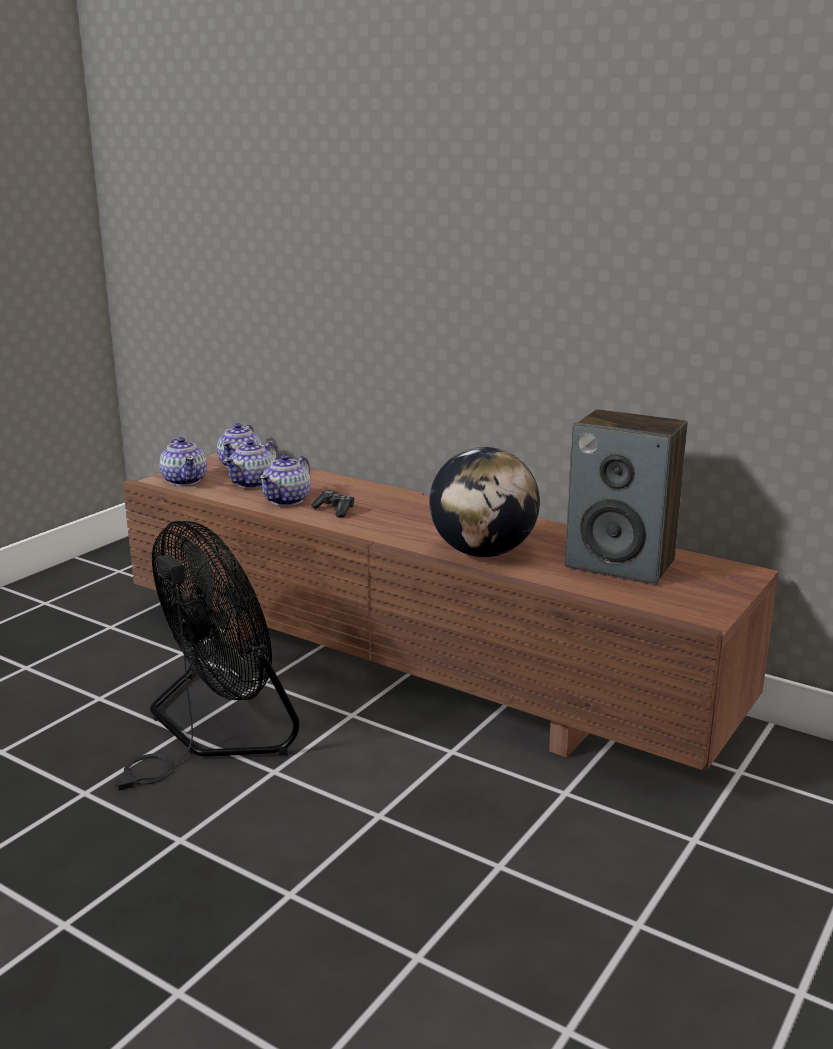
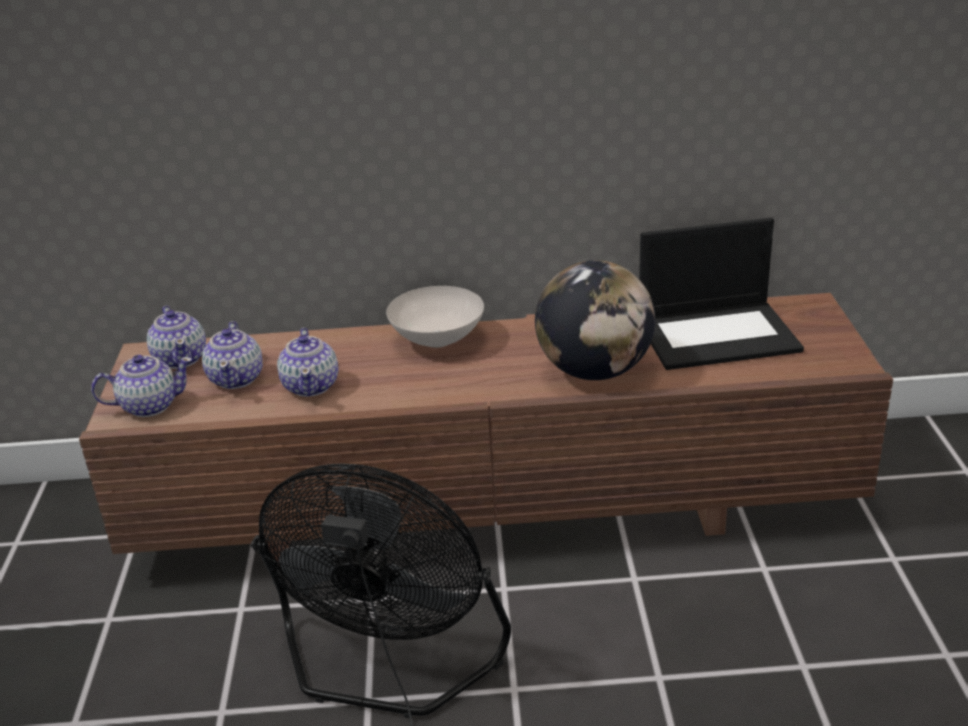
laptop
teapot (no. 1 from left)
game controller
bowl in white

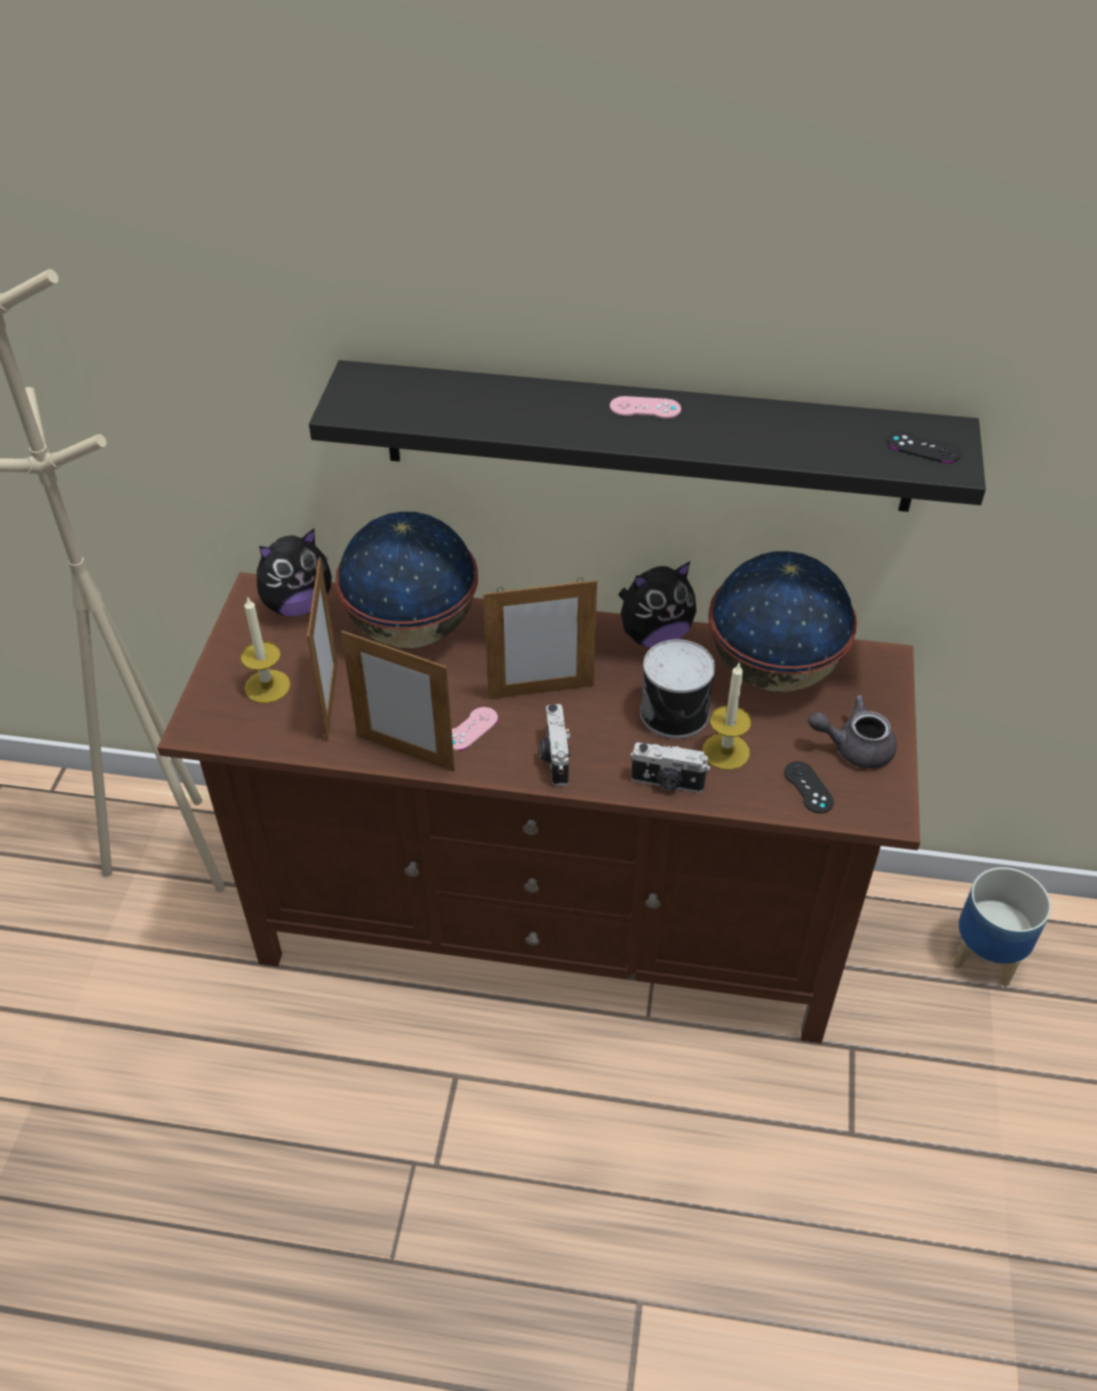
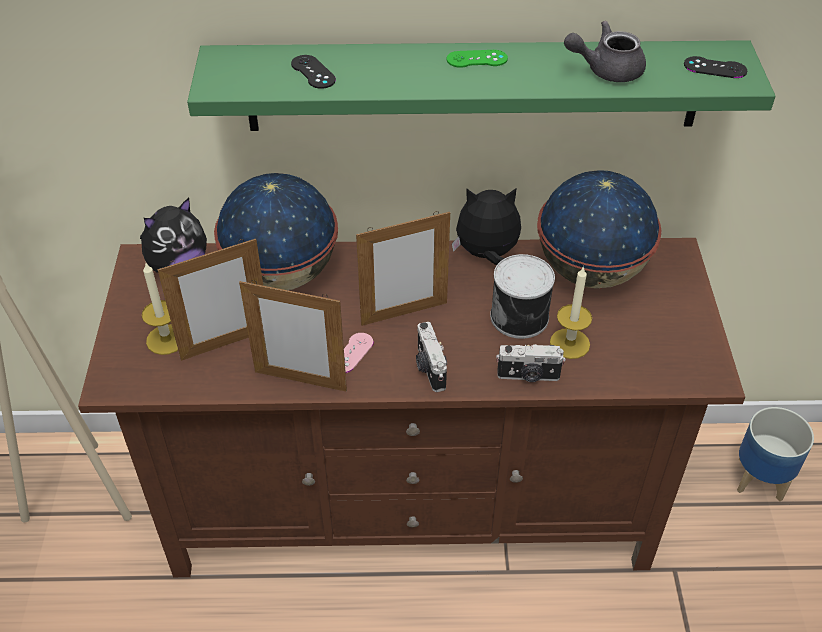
shelf in green
game controller in green
picture frame (no. 1 from left)
plush toy (no. 2 from left)
teapot in grey
game controller in black (no. 1 from left)

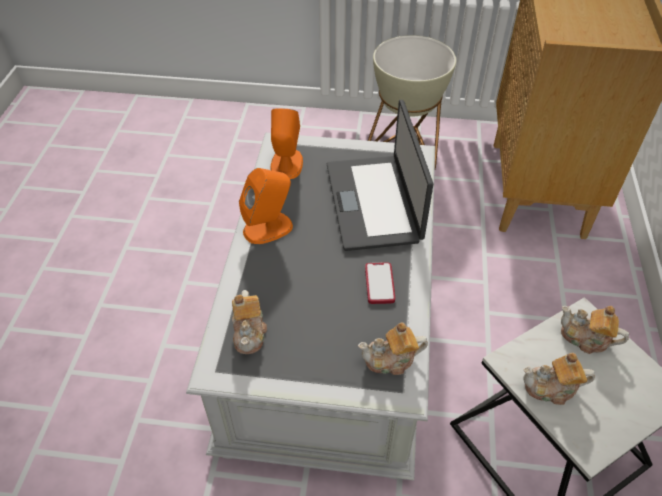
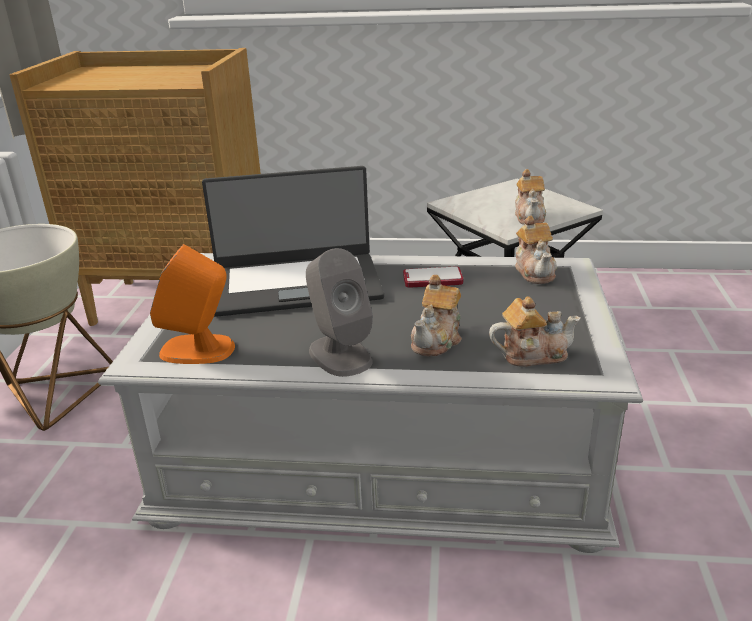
speaker in grey
teapot (no. 1 from left)

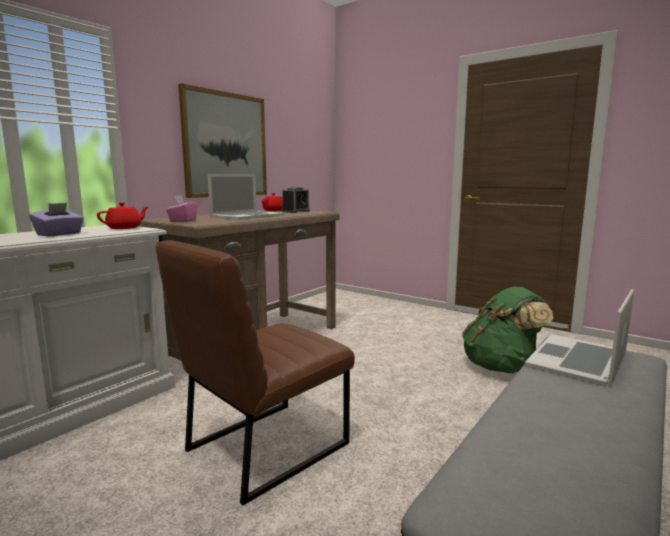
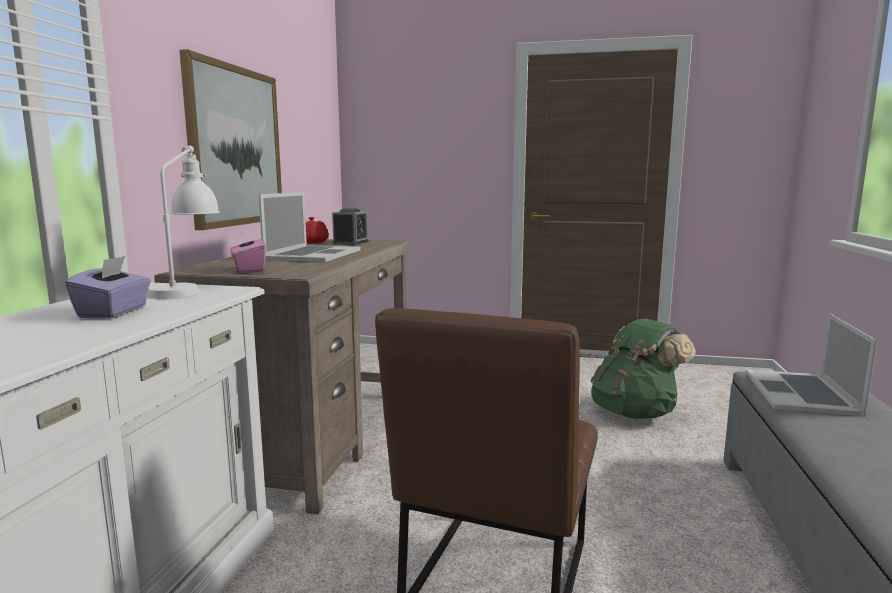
table lamp in white

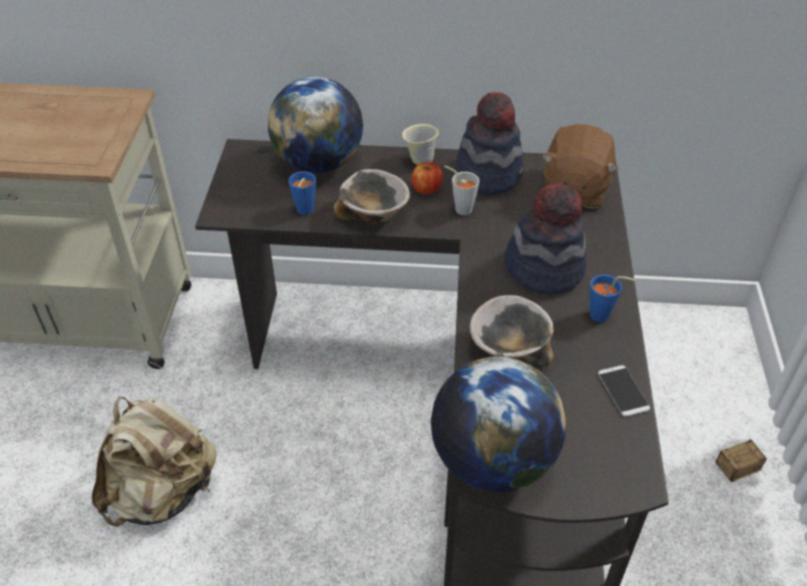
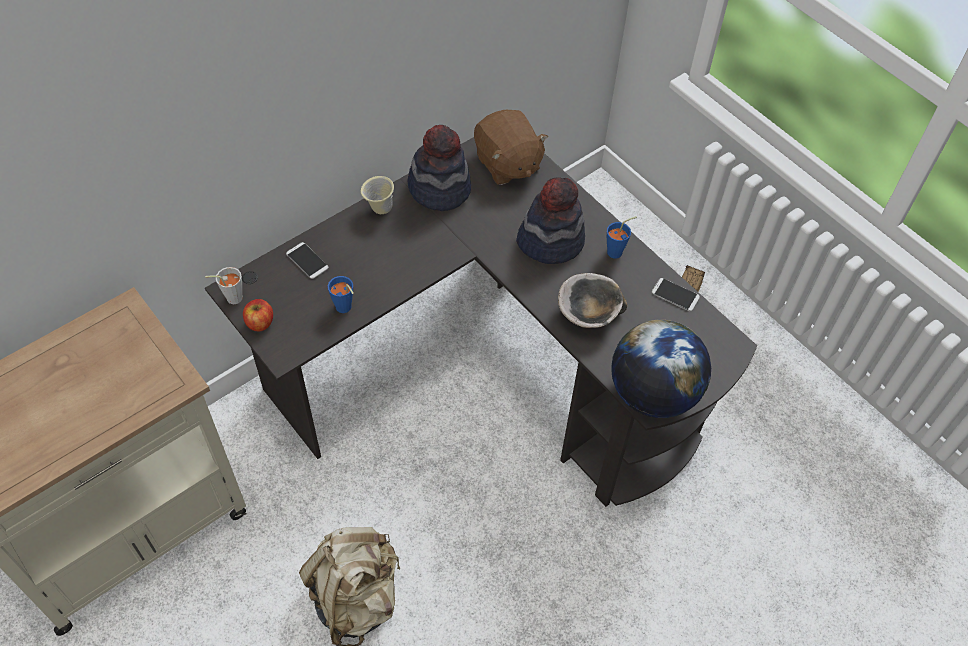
phone (no. 1 from left)
apple
cup in grey
bowl (no. 1 from left in the first image)

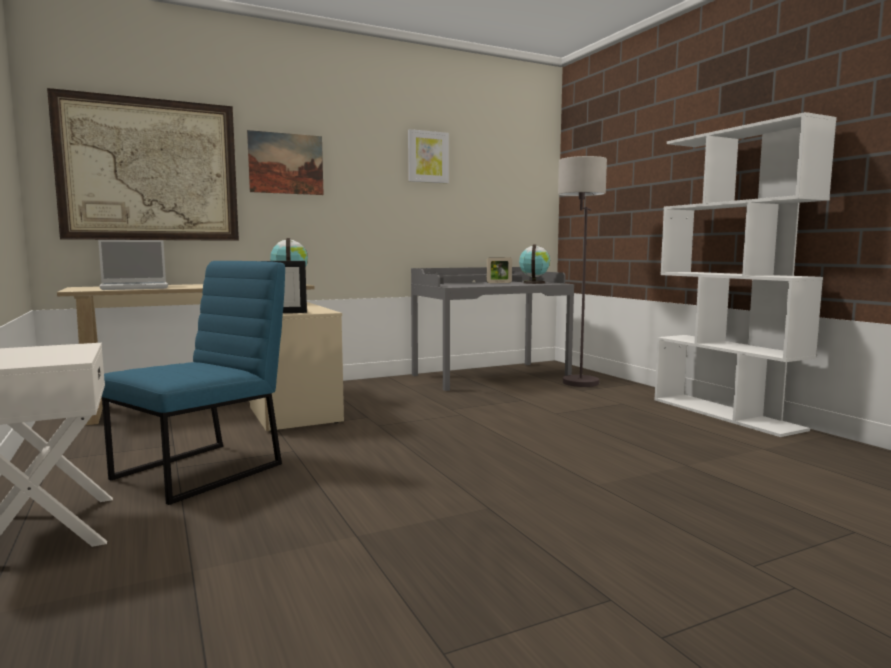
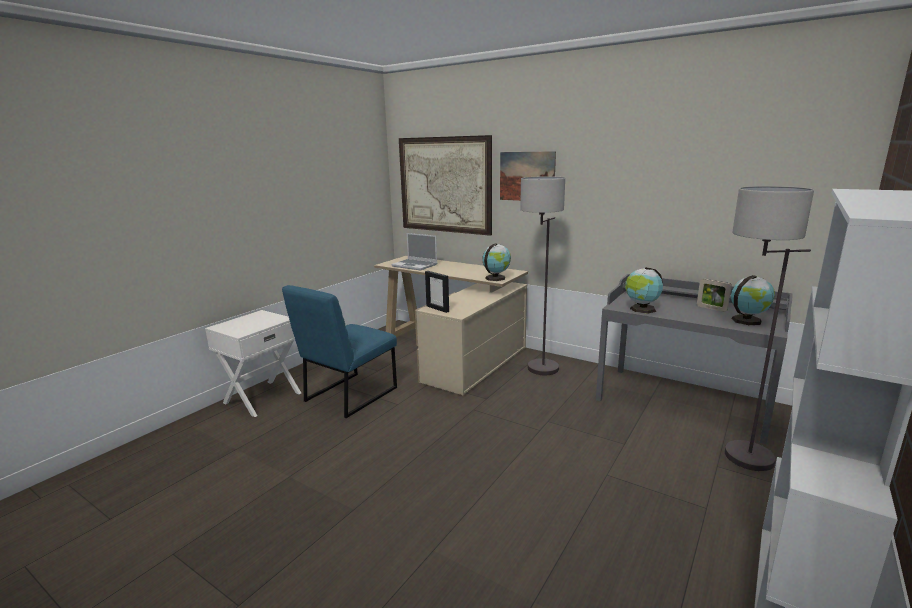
picture (no. 3 from left in the first image)
chair in blue
floor lamp in grey (no. 1 from left)
globe (no. 2 from left)

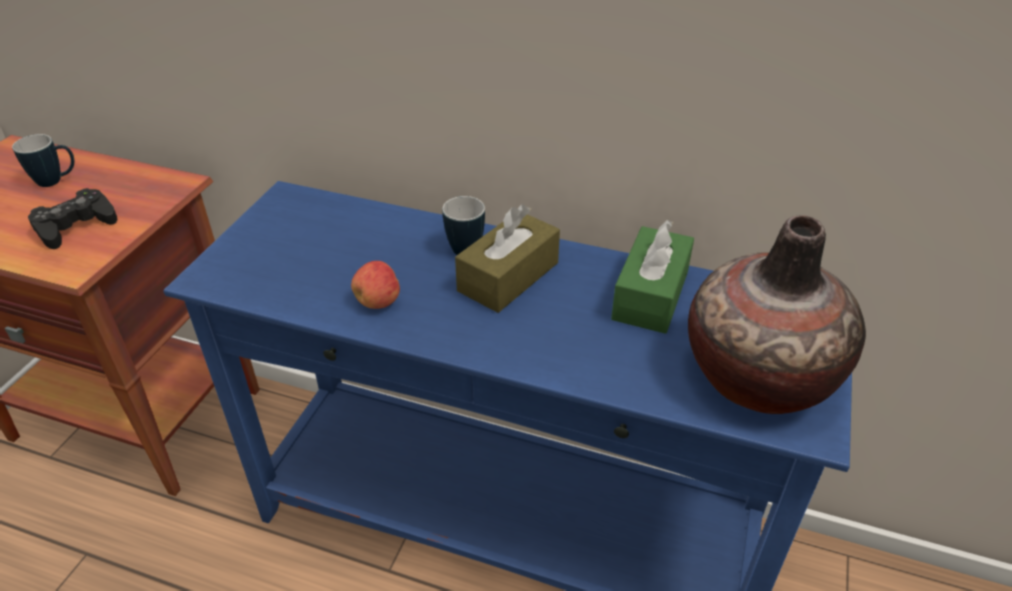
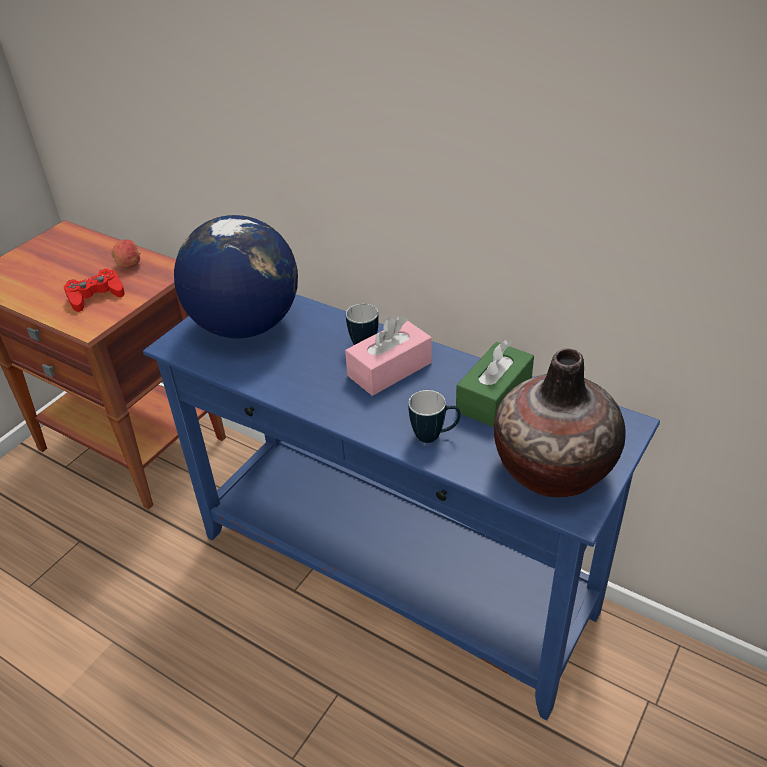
mug (no. 2 from left)
game controller in red
tissue box in pink
apple
globe

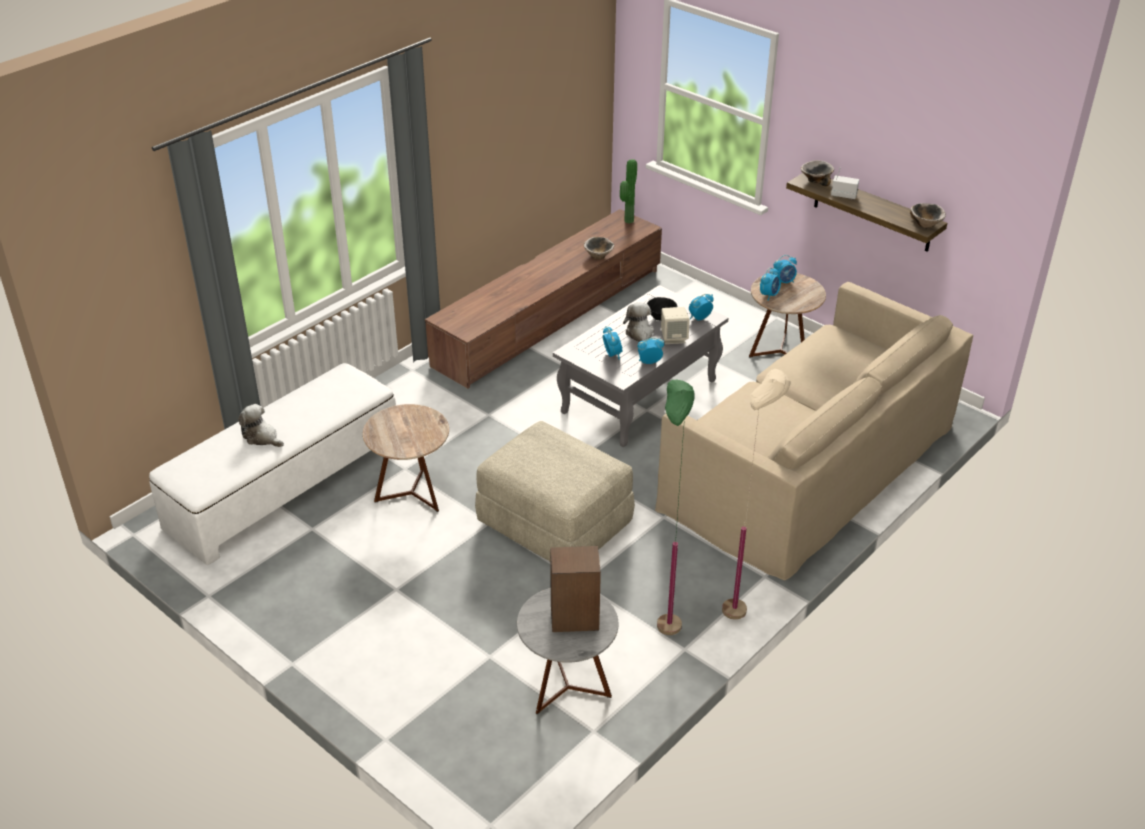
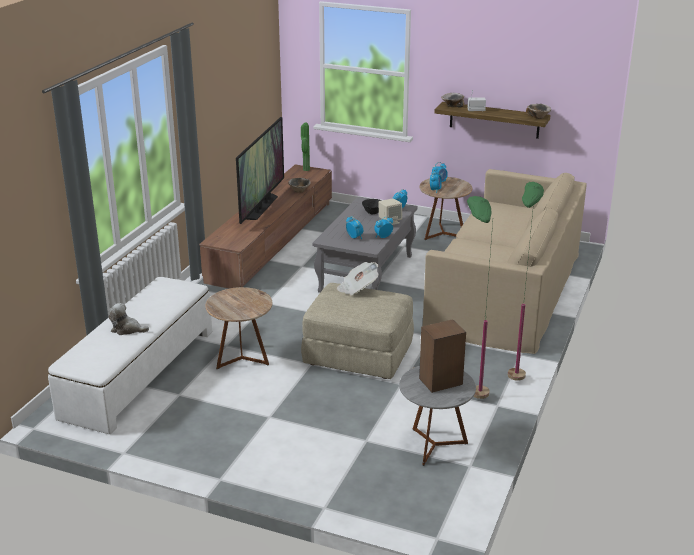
plush toy (no. 2 from left in the first image)
floor lamp in green (no. 2 from left)
television
newspaper

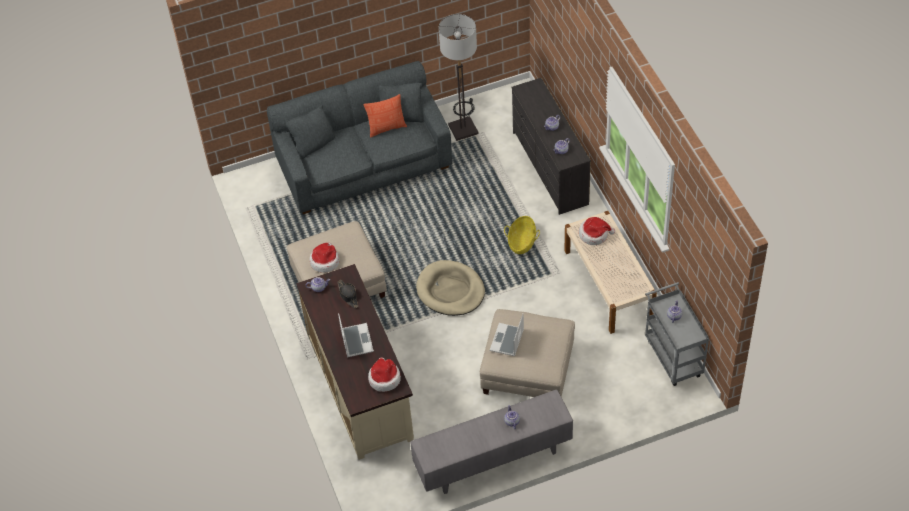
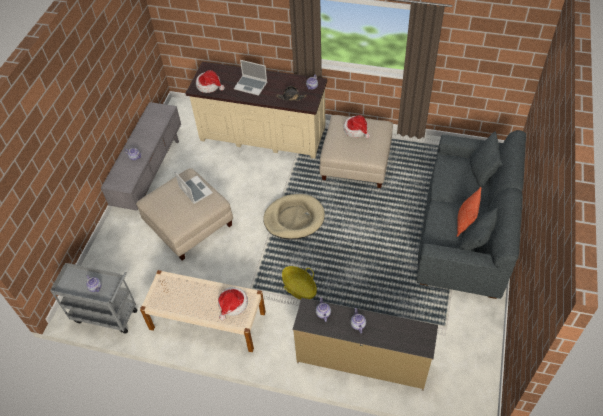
floor lamp

